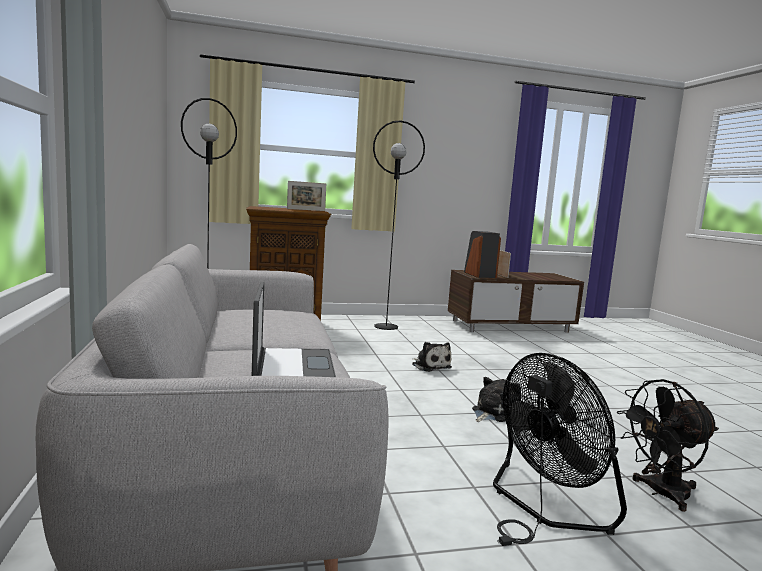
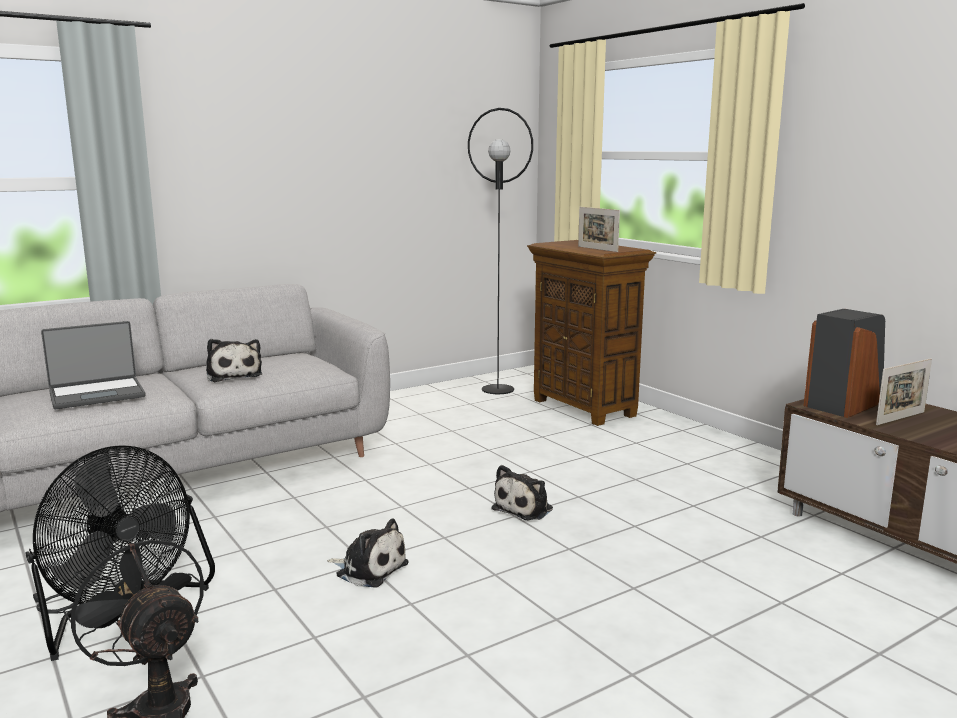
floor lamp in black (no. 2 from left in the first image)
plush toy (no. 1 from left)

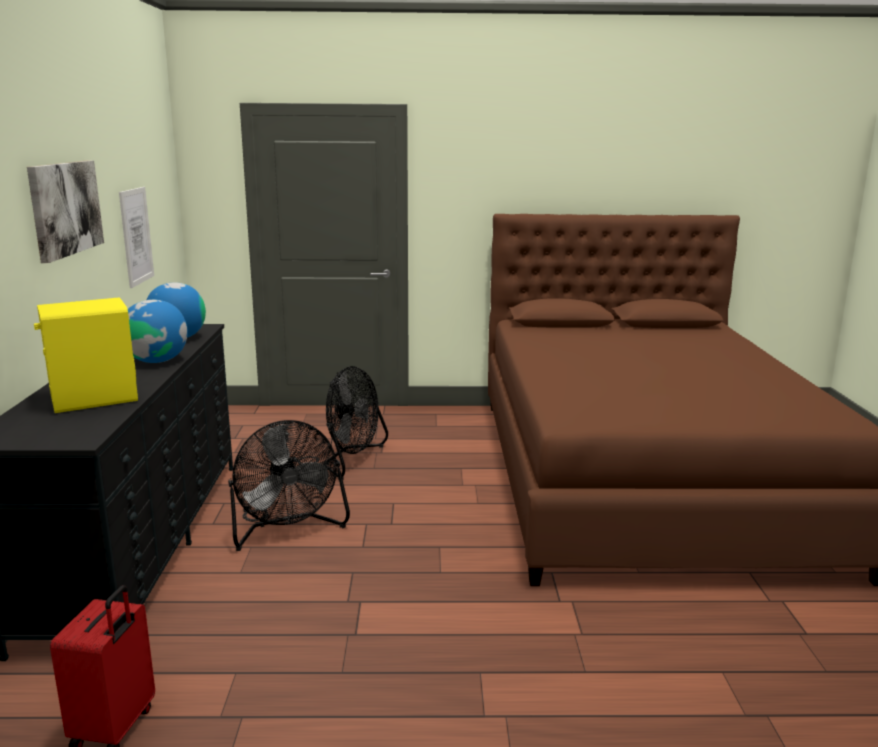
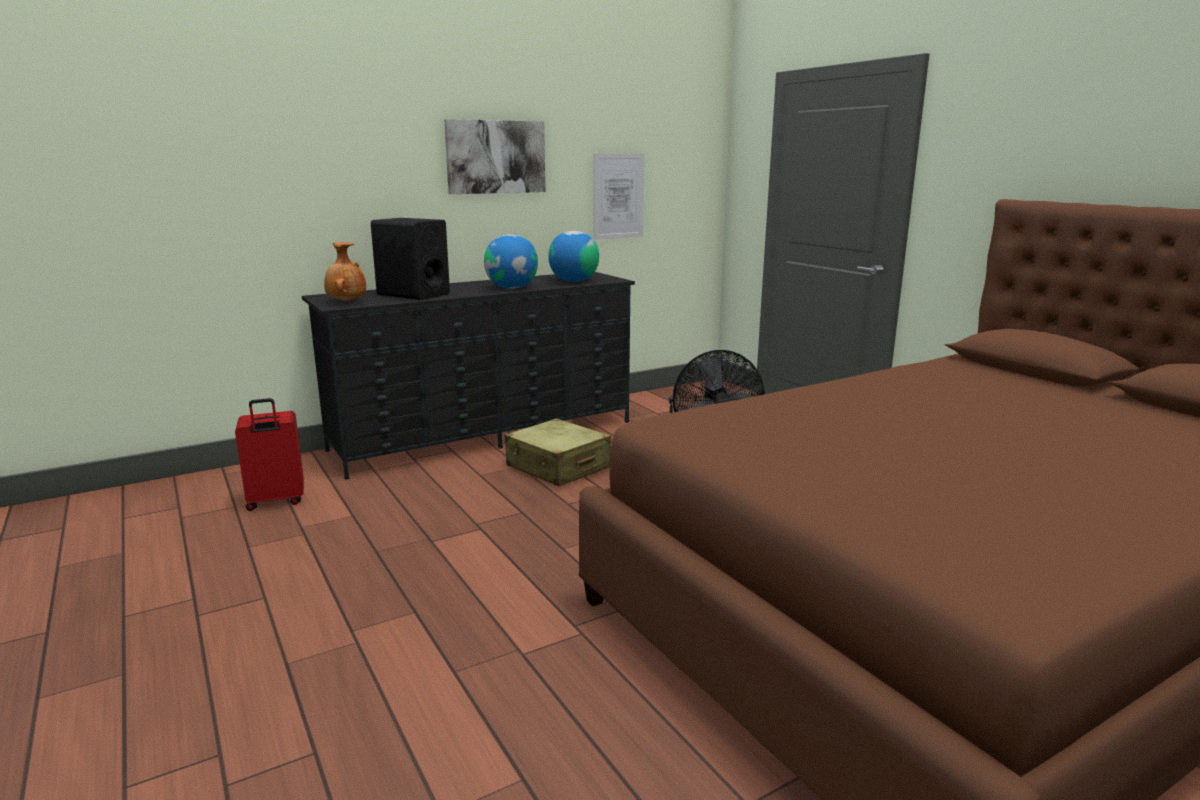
speaker in black
suitcase in beige
vase in brown

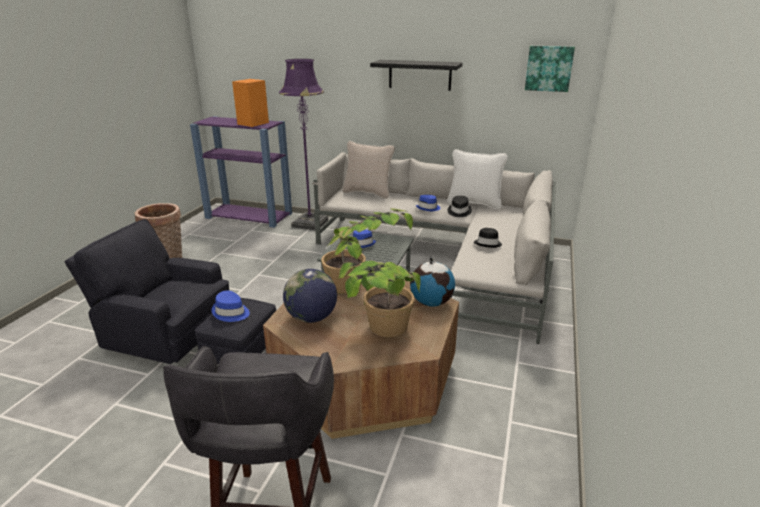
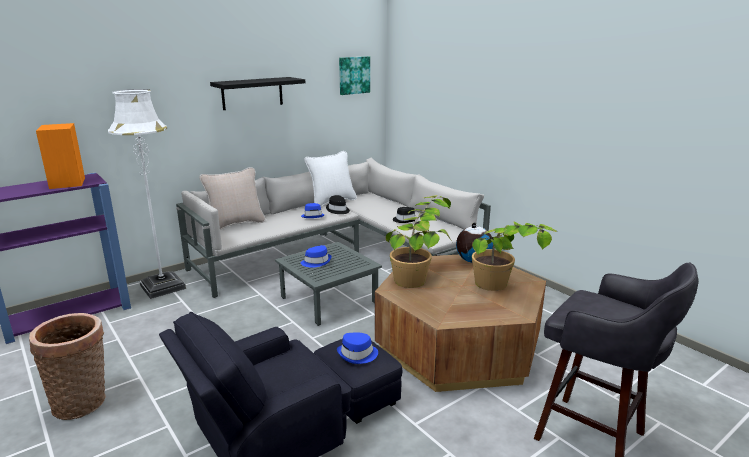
floor lamp in white
globe (no. 1 from left in the first image)

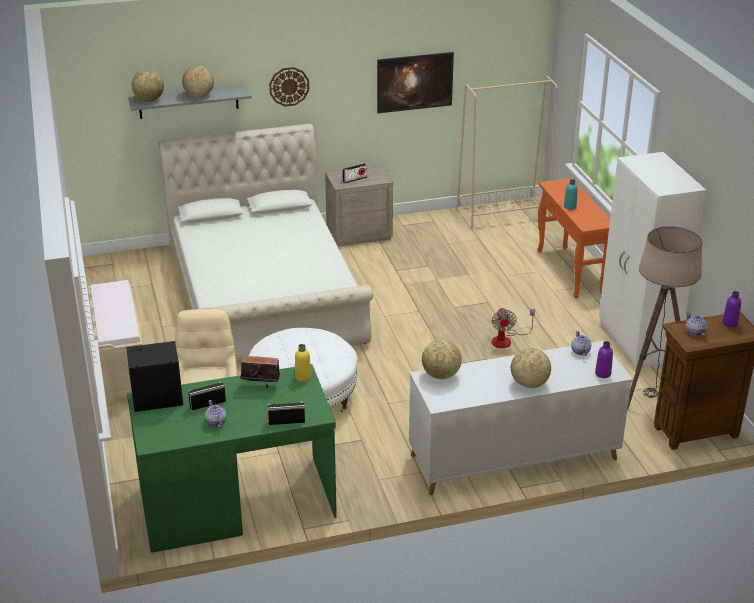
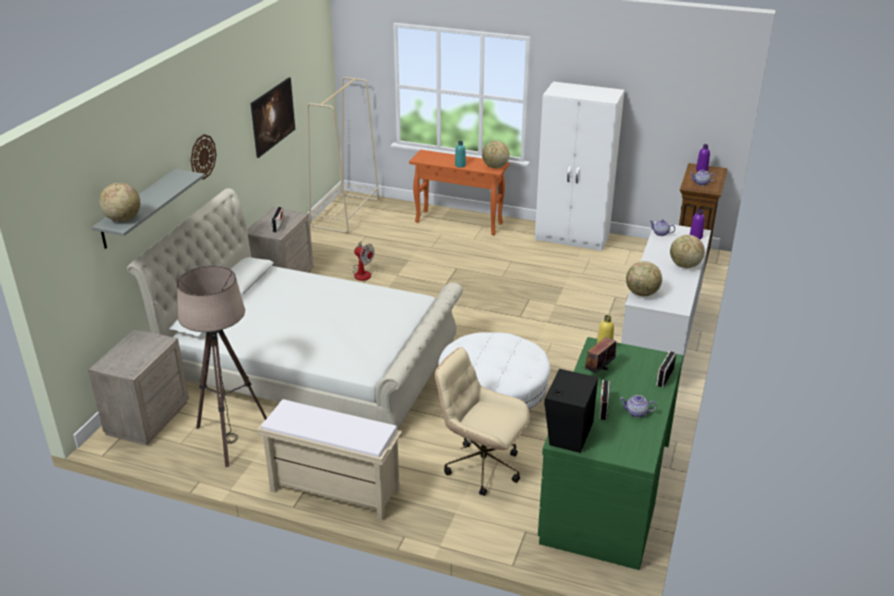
globe (no. 2 from left)
floor lamp
fan
nightstand in beige (no. 1 from left)

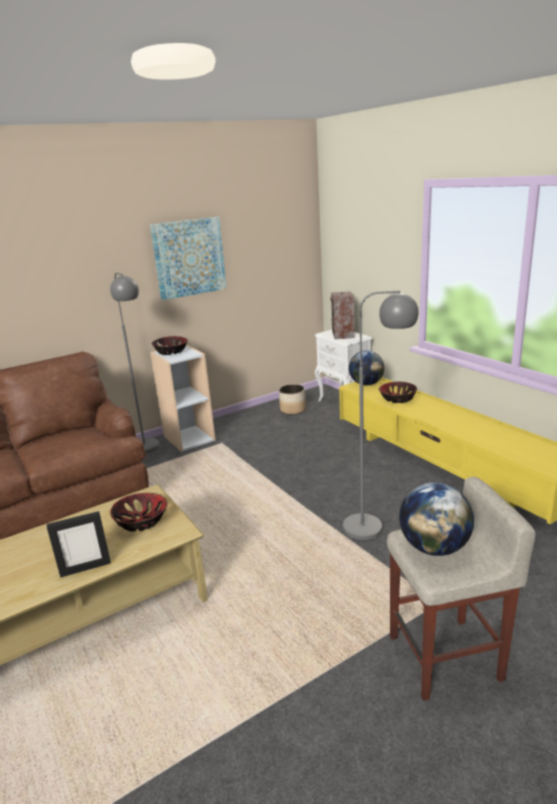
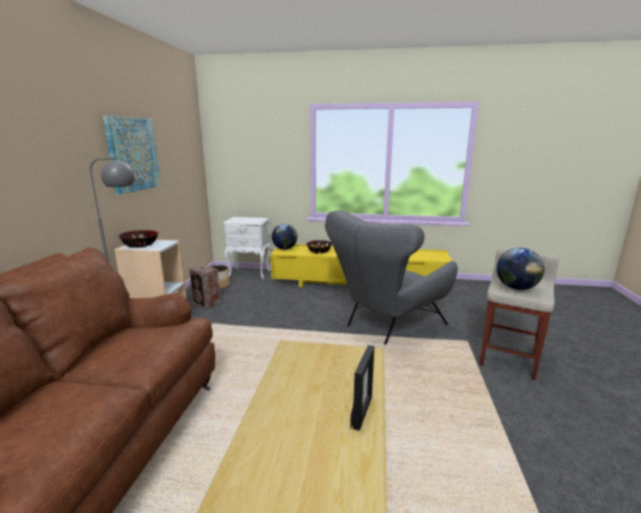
armchair in grey
speaker
bowl (no. 1 from left in the first image)

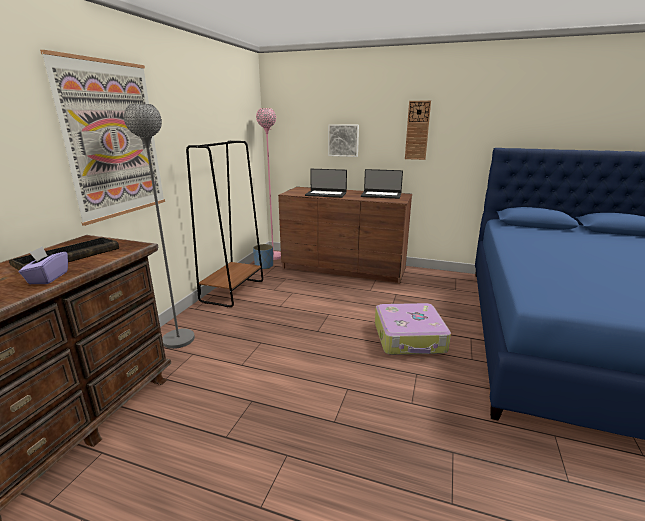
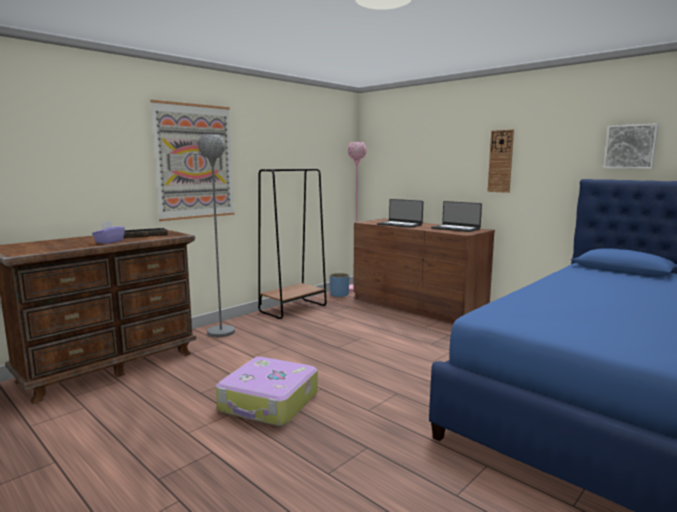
picture (no. 2 from left)
suitcase

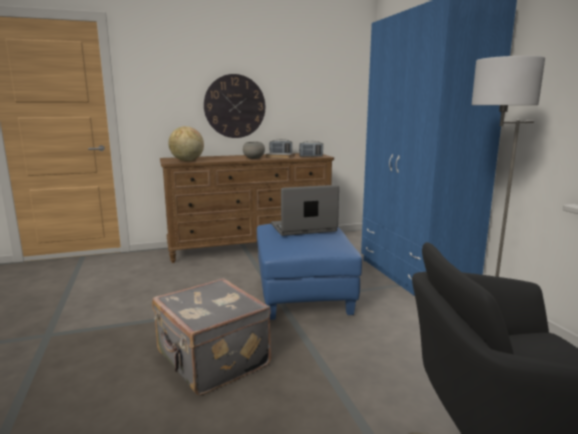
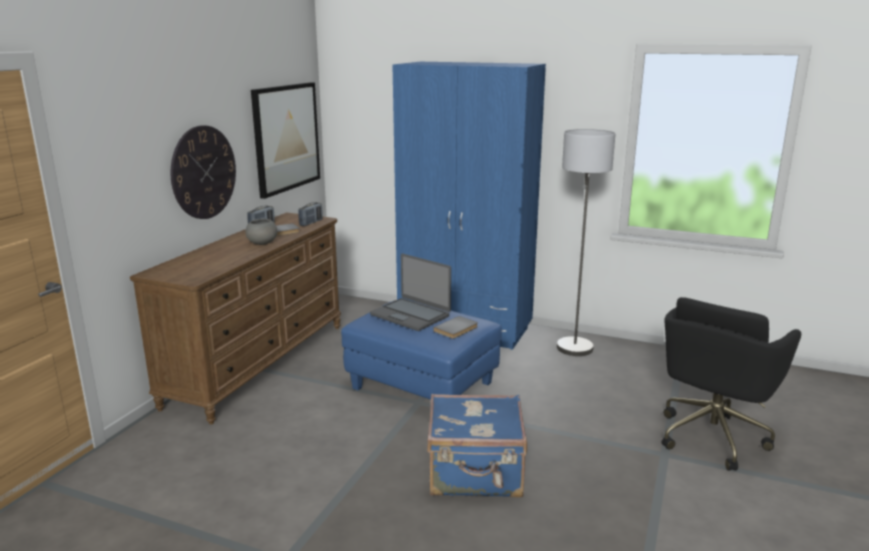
globe
laptop
suitcase in blue
picture
book in grey (no. 2 from left)

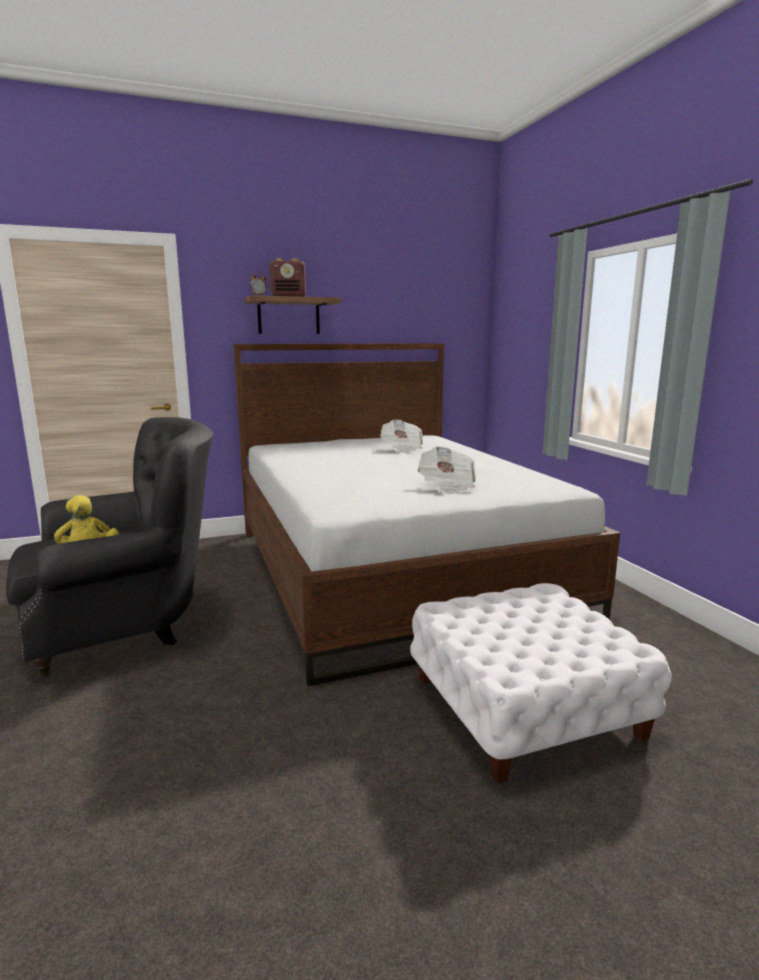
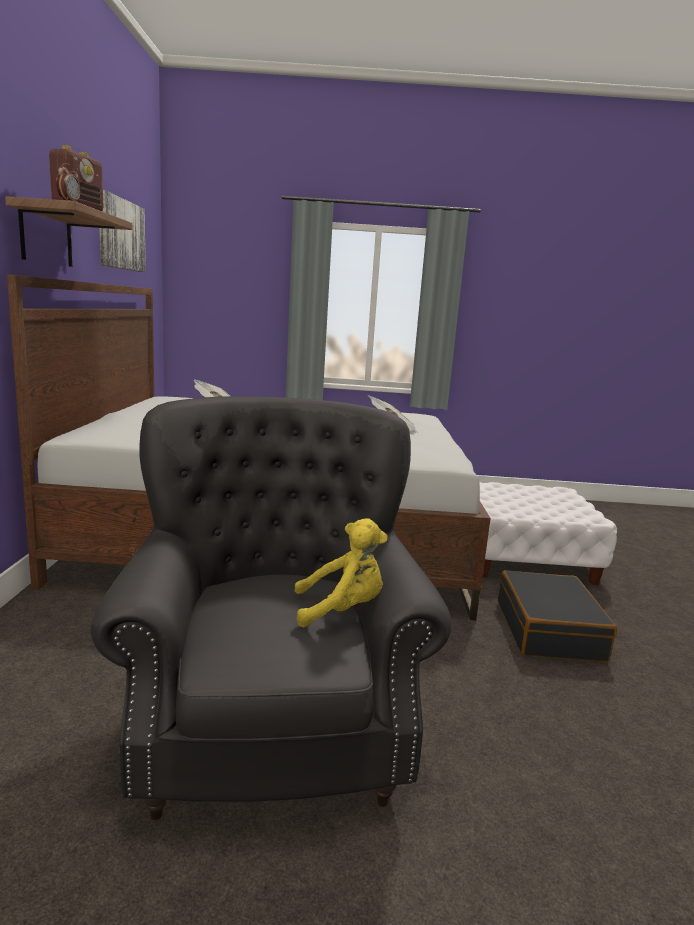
picture
suitcase in black

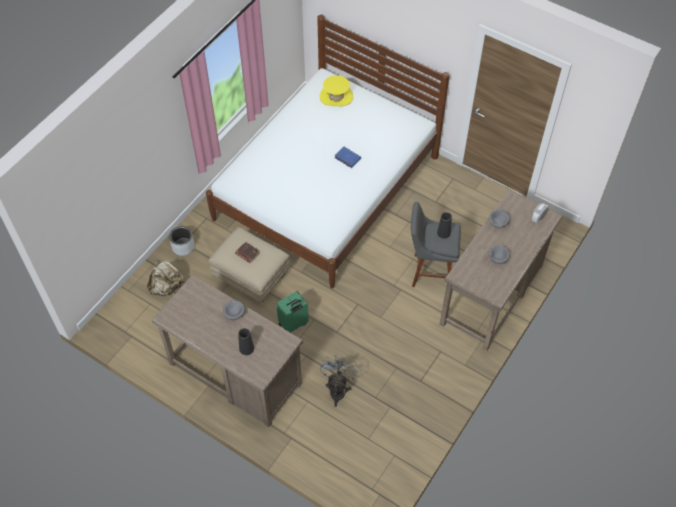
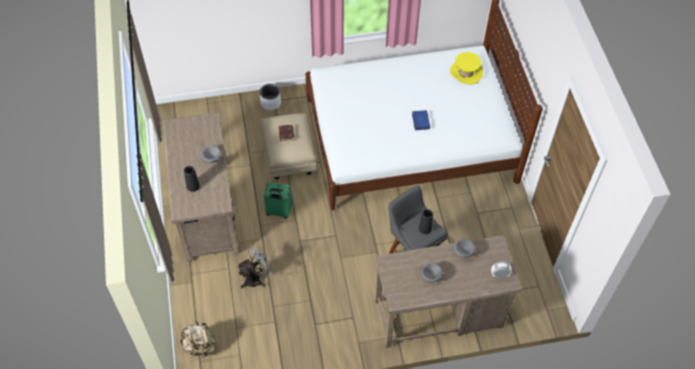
backpack in beige

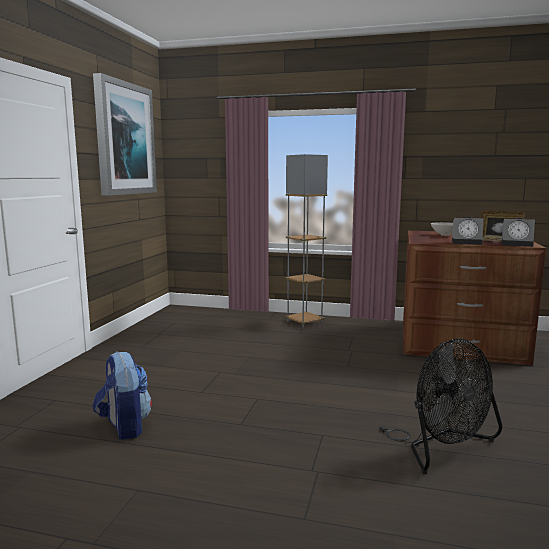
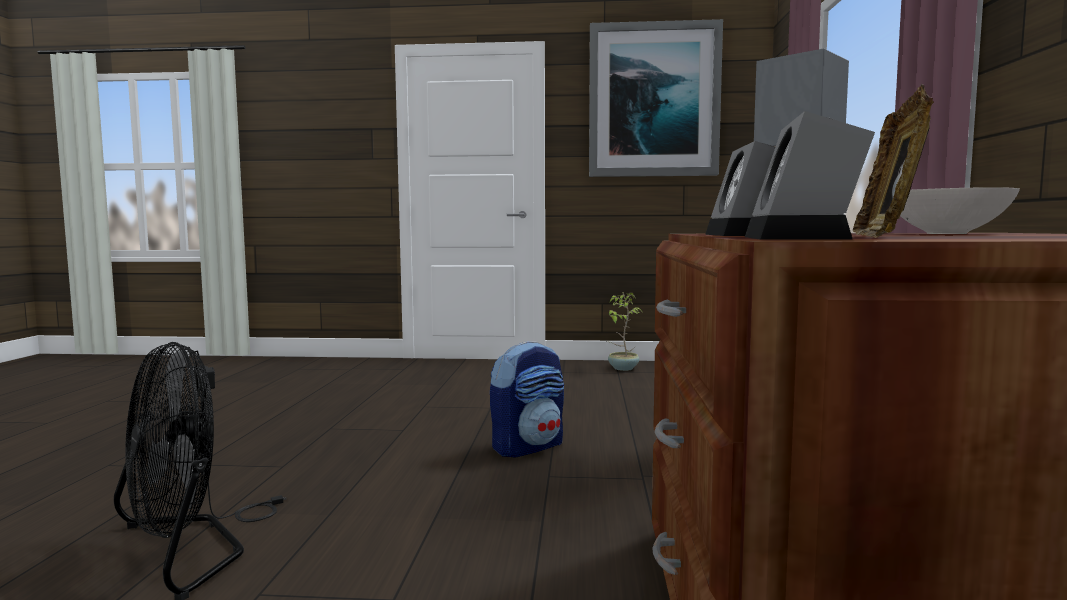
backpack
potted plant

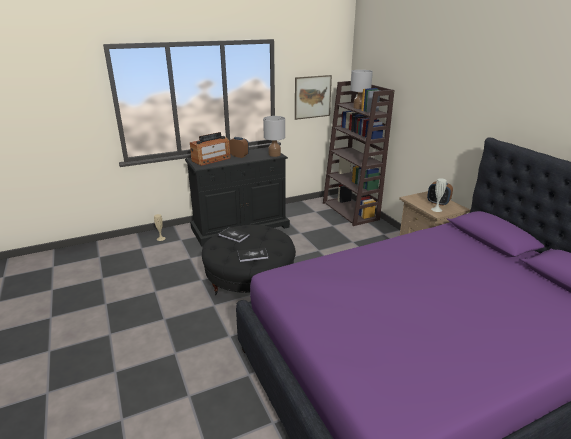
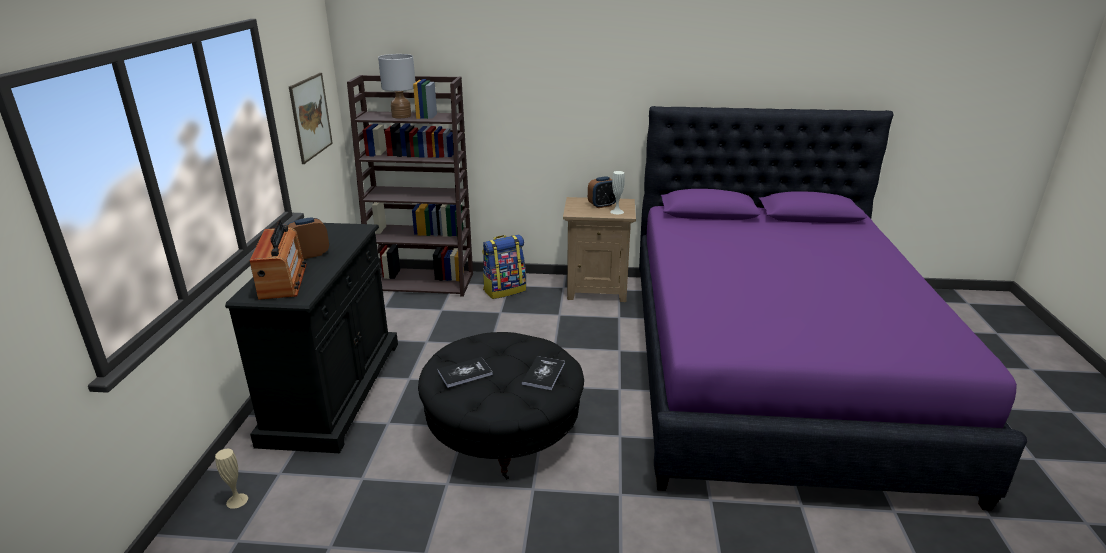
table lamp in grey (no. 1 from left in the first image)
backpack

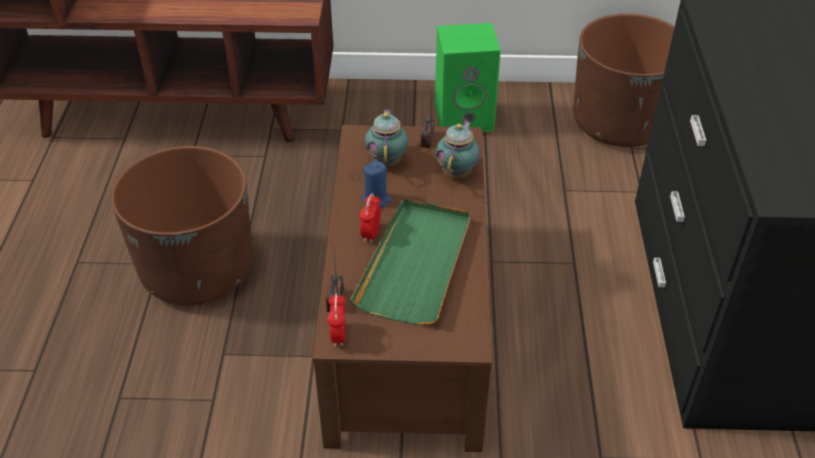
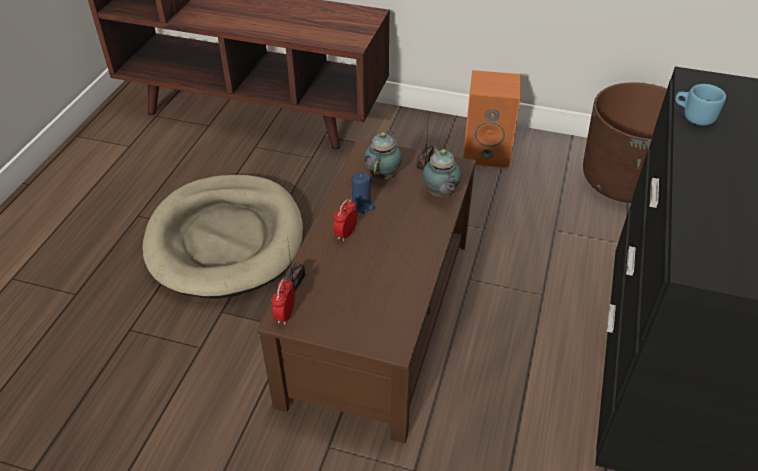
speaker in orange
teapot (no. 2 from left)
dog bed in beige
tray in green
mug in blue

